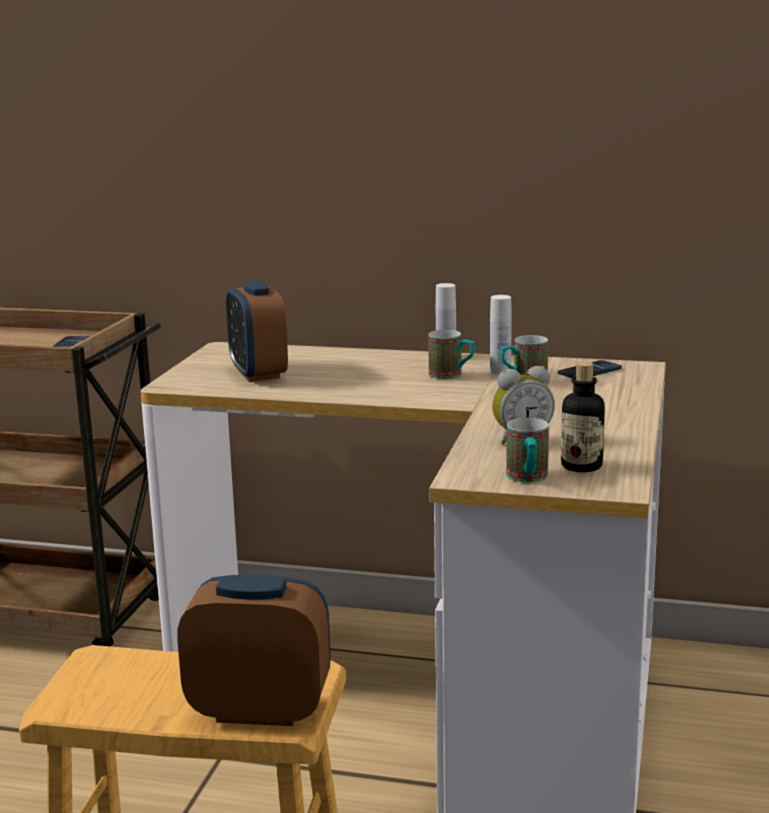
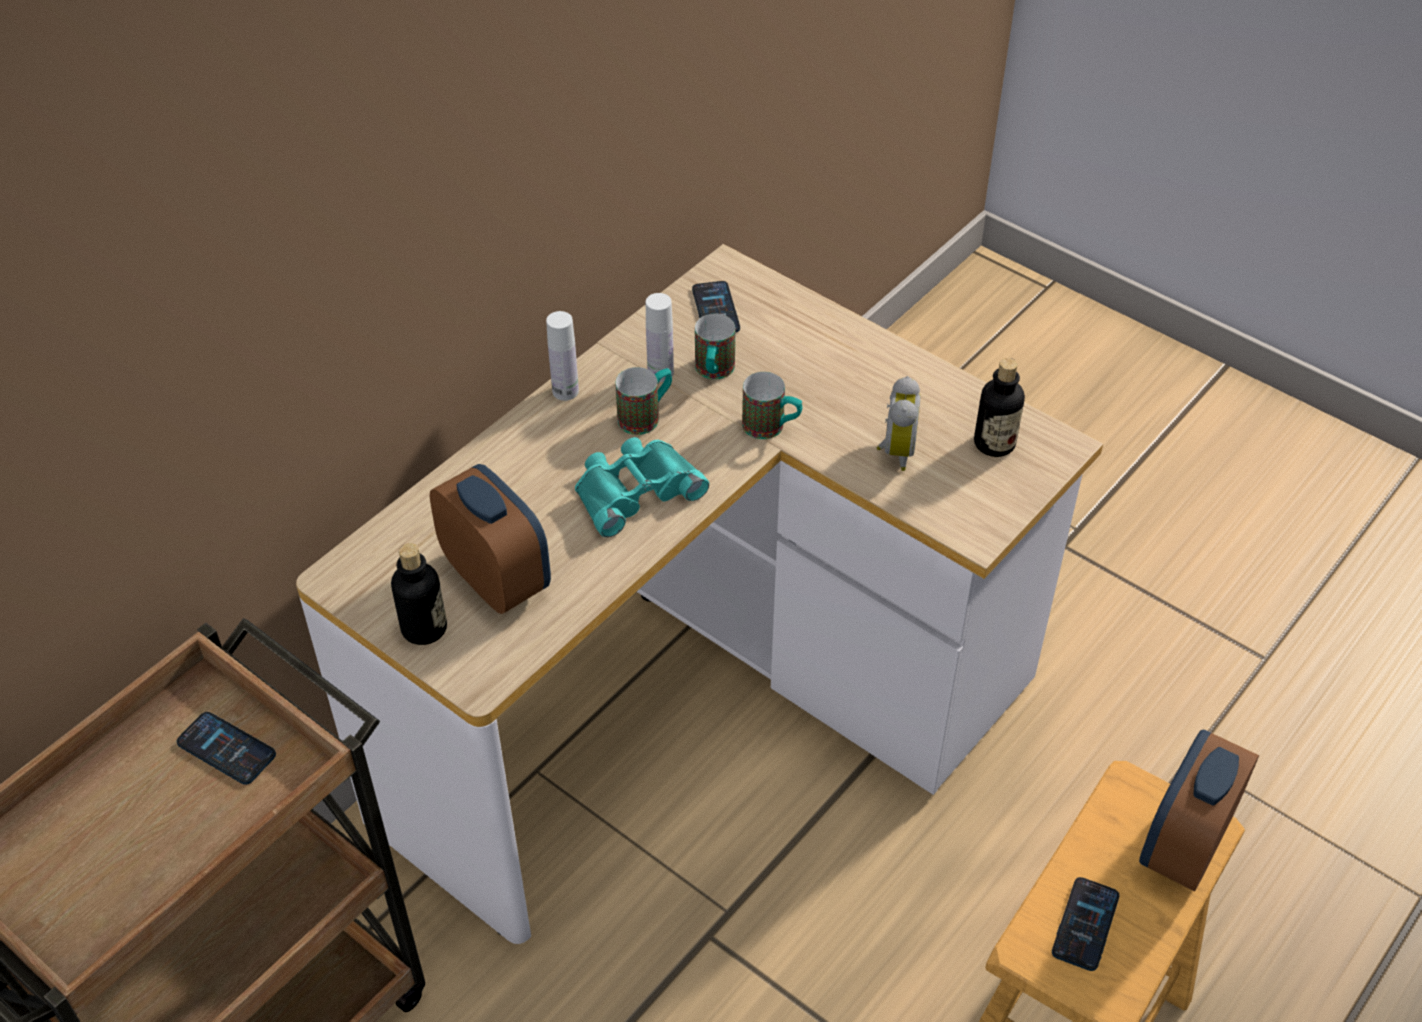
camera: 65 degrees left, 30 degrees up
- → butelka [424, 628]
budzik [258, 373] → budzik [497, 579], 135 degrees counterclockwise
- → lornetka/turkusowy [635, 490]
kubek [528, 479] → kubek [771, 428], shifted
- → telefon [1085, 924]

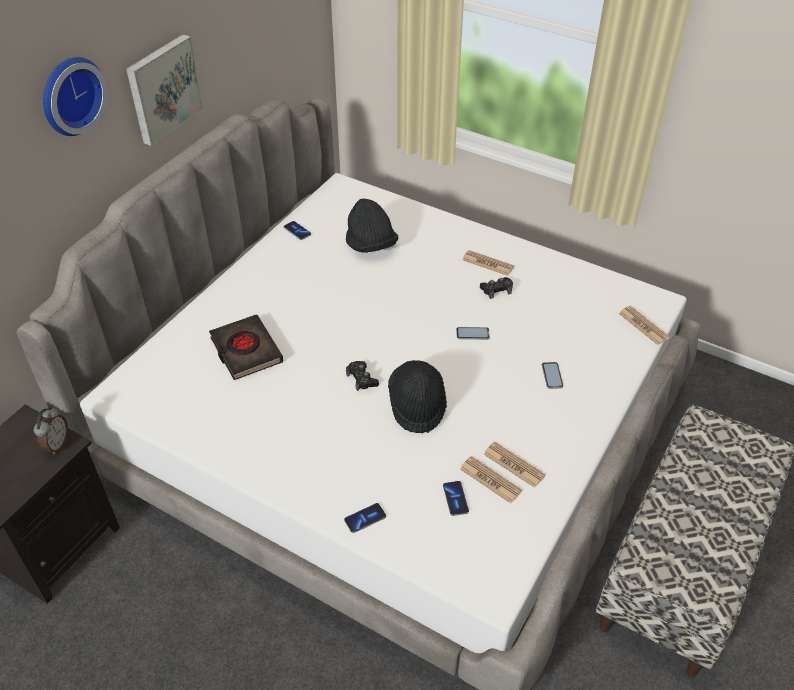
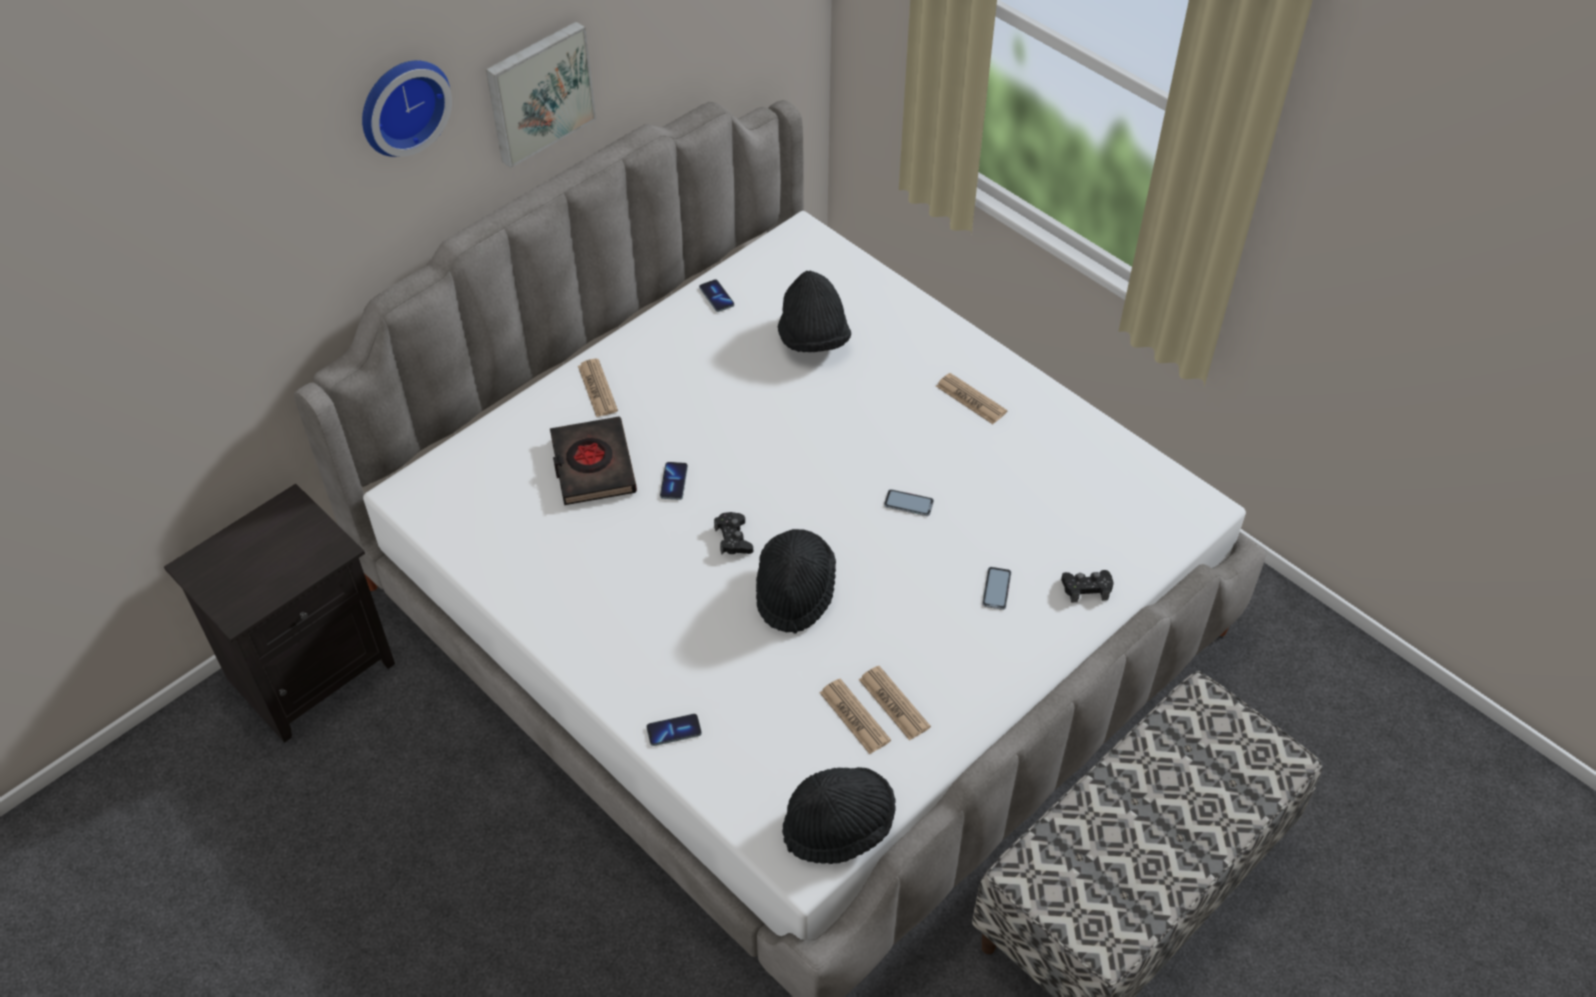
camera: 15 degrees right, 5 degrees up
gazeta [643, 326] → gazeta [597, 388], shifted
telefon [455, 499] → telefon [674, 482], shifted
- → kapelusz/czarny [838, 826]
pad do gier/czarny [496, 290] → pad do gier/czarny [1086, 588], shifted
budzik [56, 444] → -

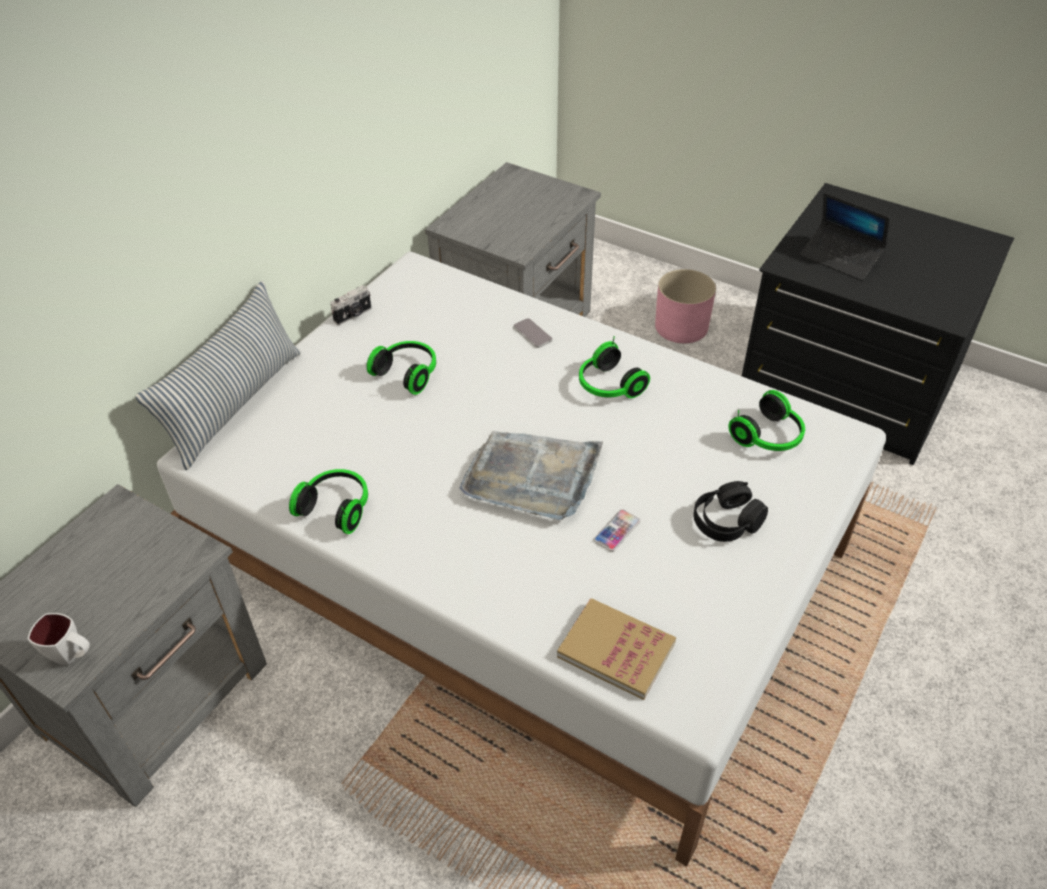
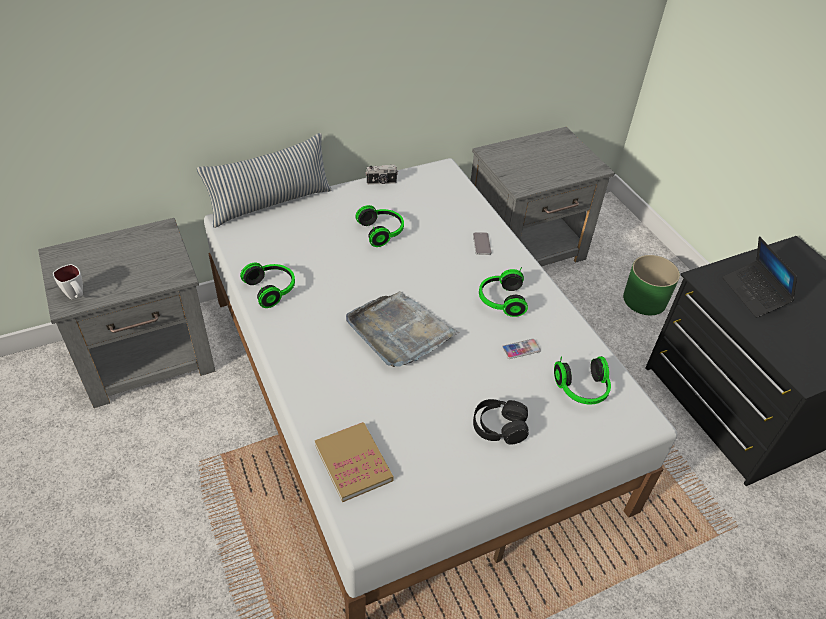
camera: 30 degrees right, 0 degrees up
telefon [617, 531] → telefon [521, 349], shifted
donica/różowy [681, 326] → donica/zielony [644, 299]

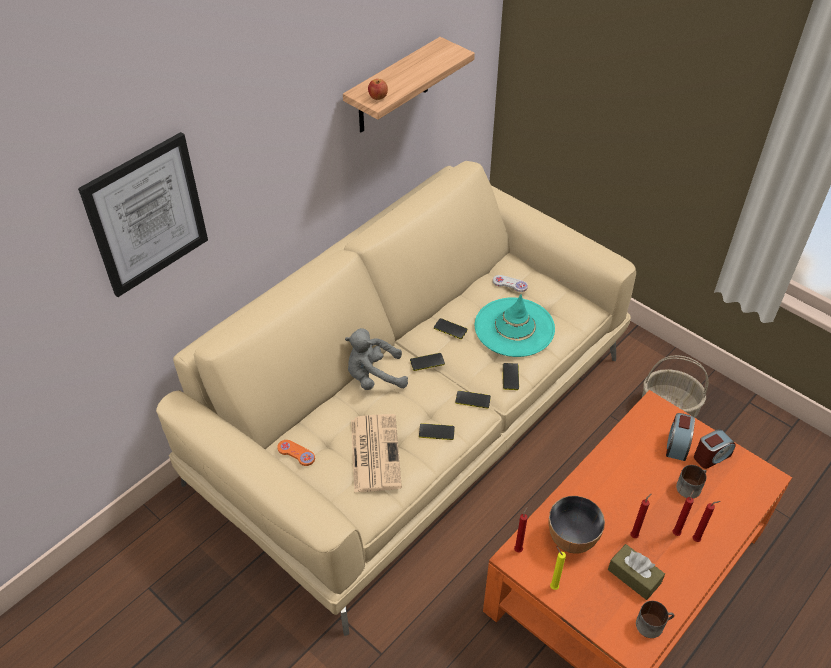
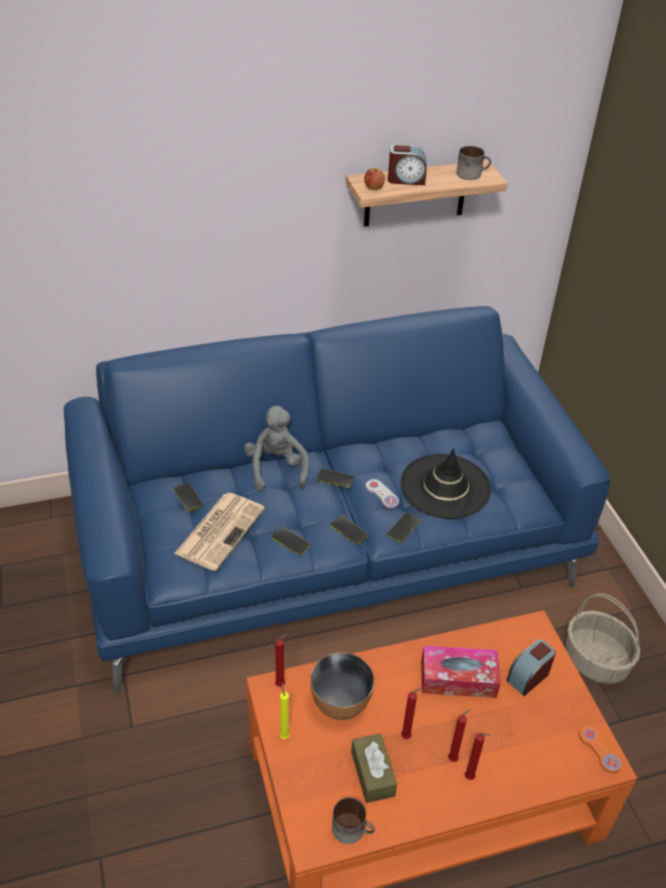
camera: 30 degrees right, 5 degrees down
kanapa/beżowy [415, 417] → kanapa/niebieski [328, 542]
telefon [450, 329] → telefon [188, 497], shifted
pluszak/szary [373, 377] → pluszak/szary [276, 468], 60 degrees clockwise
pad do gier/biały [510, 284] → pad do gier/biały [382, 494], shifted
budzik [711, 456] → budzik [406, 180], shifted
kapelusz/turkusowy [514, 327] → kapelusz/czarny [445, 486]
- → pudełko chusteczek [458, 678]
kubek [690, 486] → kubek [472, 174], shifted
pad do gier/pomarańczowy [296, 453] → pad do gier/pomarańczowy [599, 750], shifted
obraz [146, 215] → -

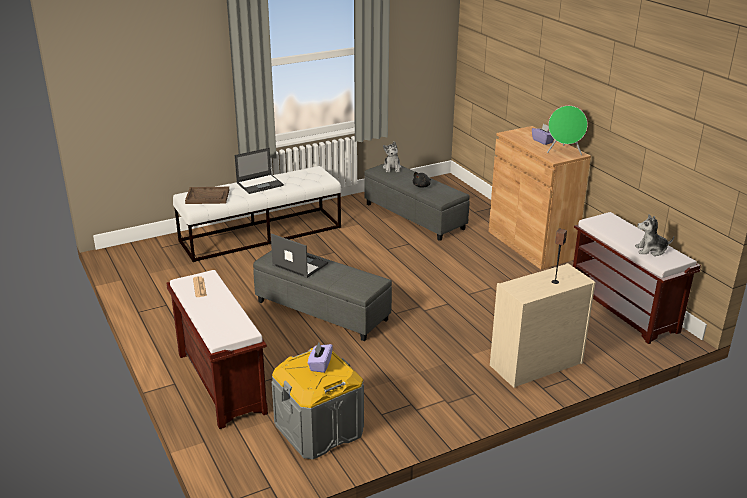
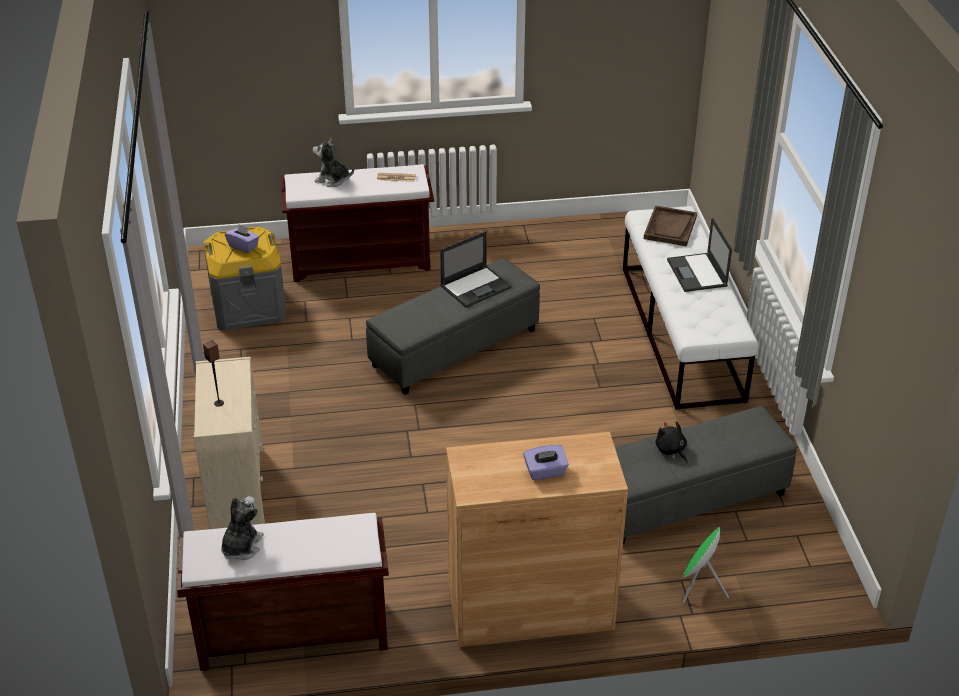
camera: 110 degrees right, 10 degrees up
pluszak [392, 168] → pluszak [333, 180], shifted
głośnik/zielony [564, 152] → głośnik/zielony [699, 587], shifted

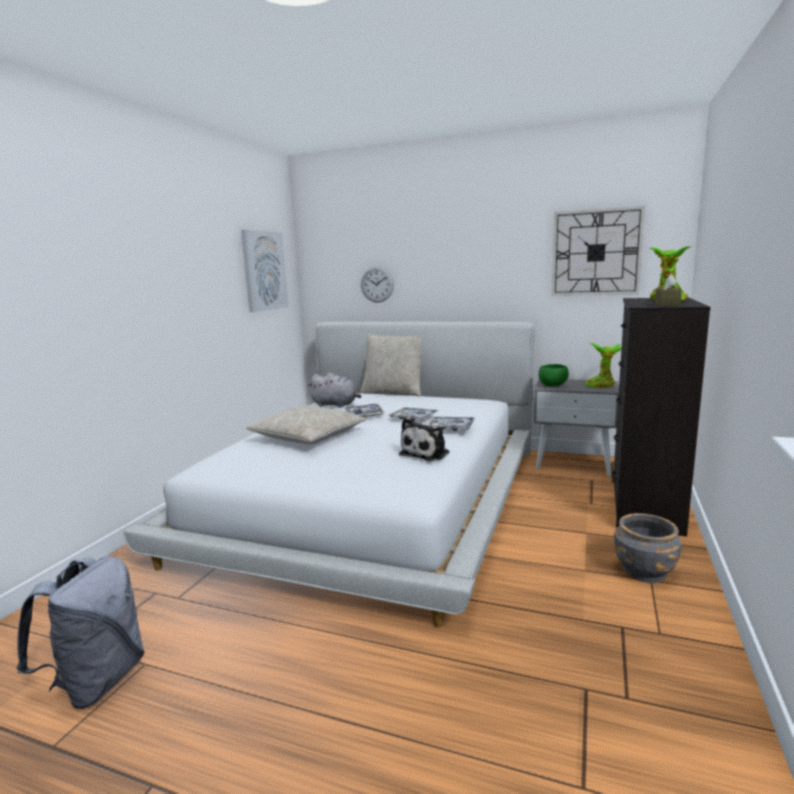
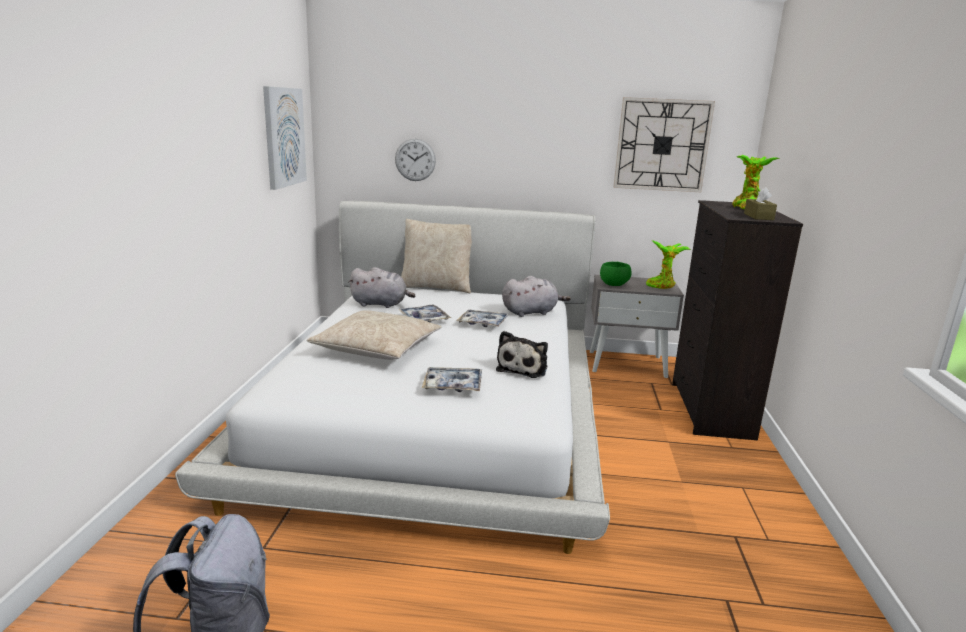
camera: 15 degrees left, 5 degrees up
taca [451, 428] → taca [453, 385], shifted
- → pluszak/szary [531, 312]
donica/szary [644, 571] → -

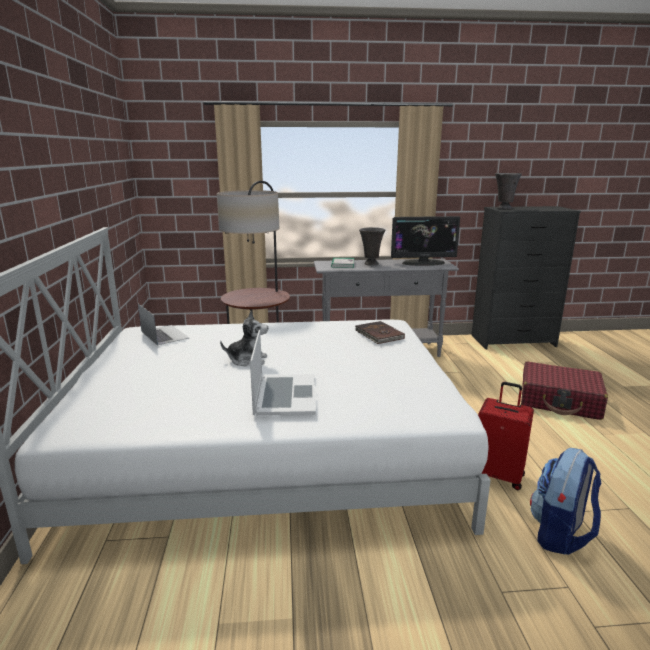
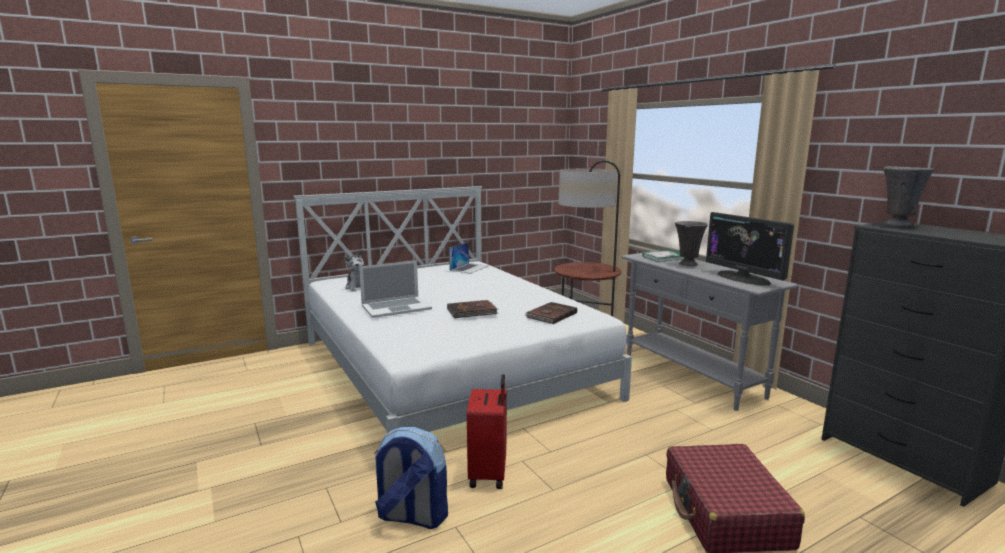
camera: 65 degrees right, 5 degrees down
pluszak [247, 360] → pluszak [358, 287], shifted
- → książka/brązowy [472, 311]

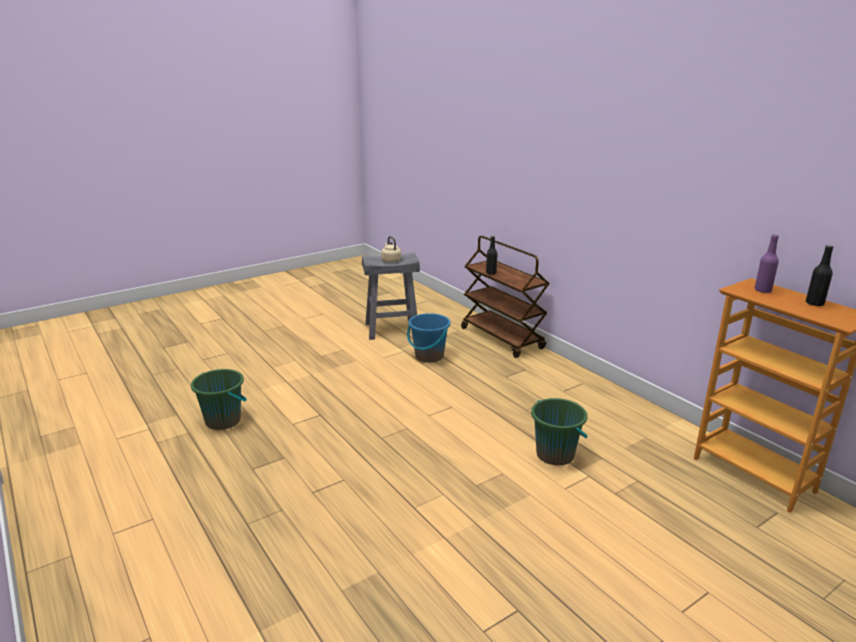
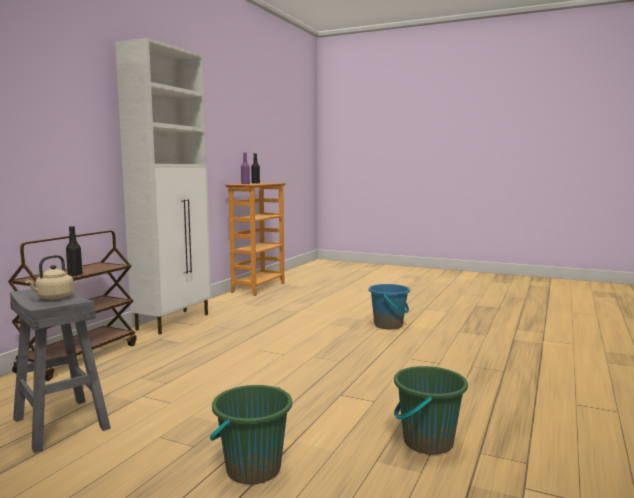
camera: 120 degrees left, 15 degrees down
- → szafka/biały [174, 321]
wiadro/zielony [555, 454] → wiadro/zielony [253, 469], shifted
wiadro/niebieski [429, 356] → wiadro/niebieski [388, 325], shifted

